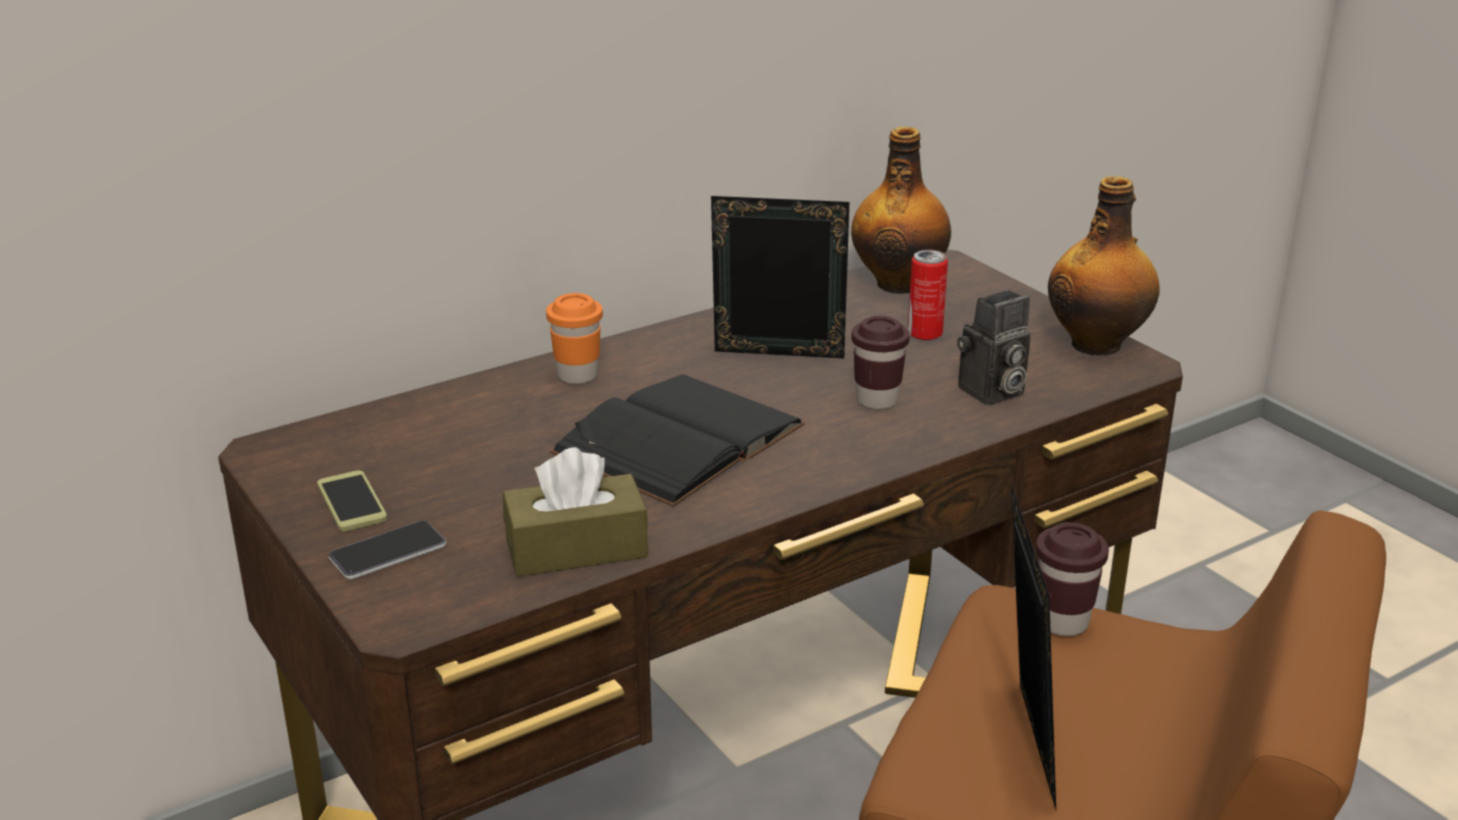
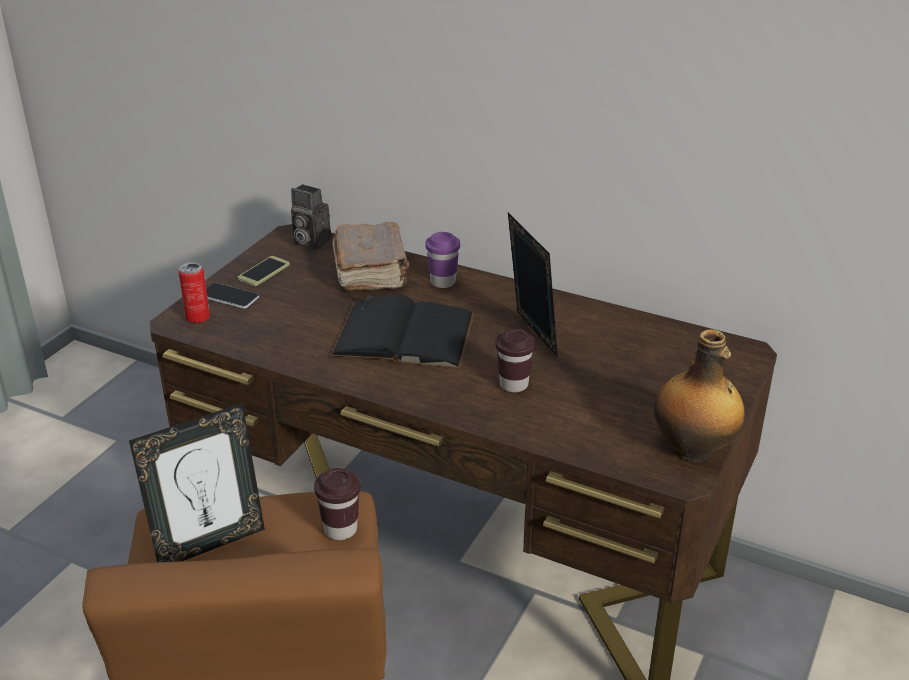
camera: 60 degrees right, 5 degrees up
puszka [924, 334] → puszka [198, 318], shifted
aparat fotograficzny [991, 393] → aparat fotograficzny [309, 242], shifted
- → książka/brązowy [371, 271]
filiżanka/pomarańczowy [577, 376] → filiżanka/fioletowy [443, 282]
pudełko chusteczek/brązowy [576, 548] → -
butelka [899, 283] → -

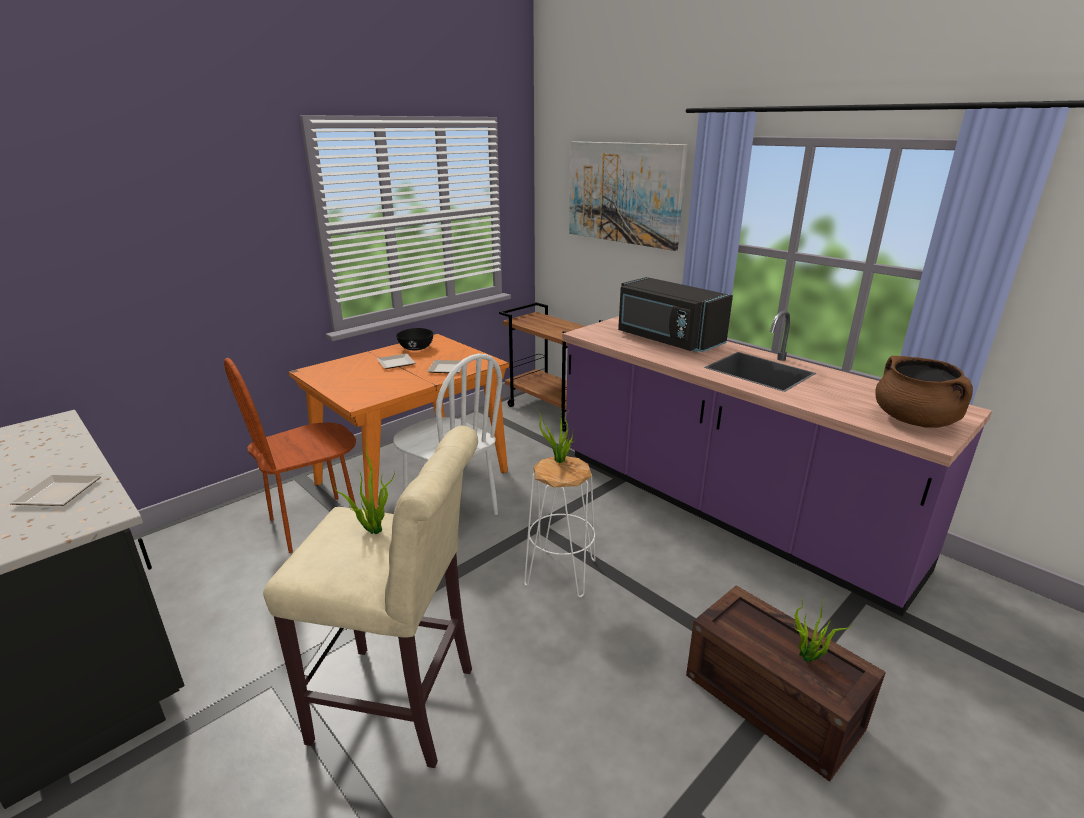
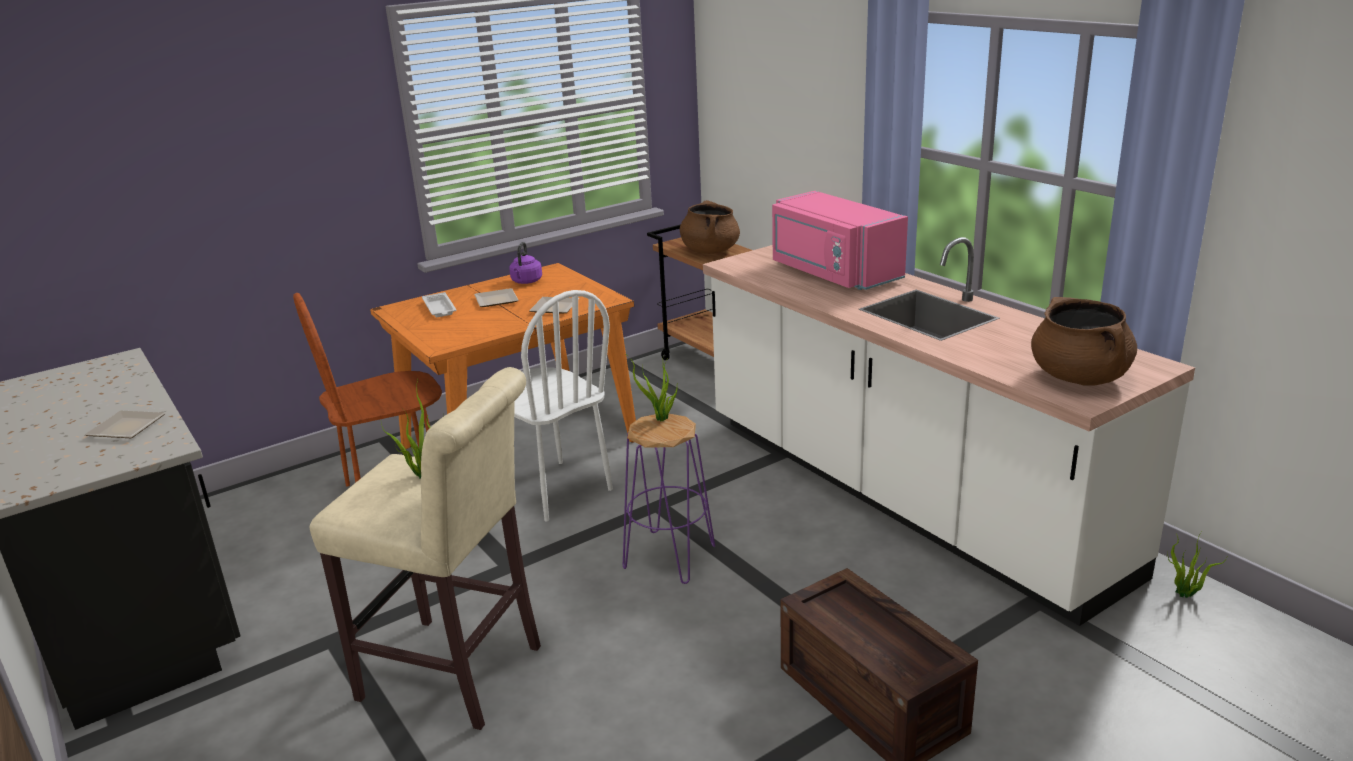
camera: 10 degrees right, 0 degrees up
- → taca/biały [440, 309]
miska/czarny [416, 348] → czajnik/fioletowy [526, 282]
stołek/biały [561, 572] → stołek/fioletowy [670, 557]
- → garnek/brązowy [710, 251]
zabudowa kuchenna/fioletowy [722, 509] → zabudowa kuchenna/biały [901, 494]
mikrofalówka/czarny [667, 340] → mikrofalówka/różowy [832, 273]
roślina doniczkowa [808, 658] → roślina doniczkowa [1185, 595], shifted
obraz [624, 193] → -

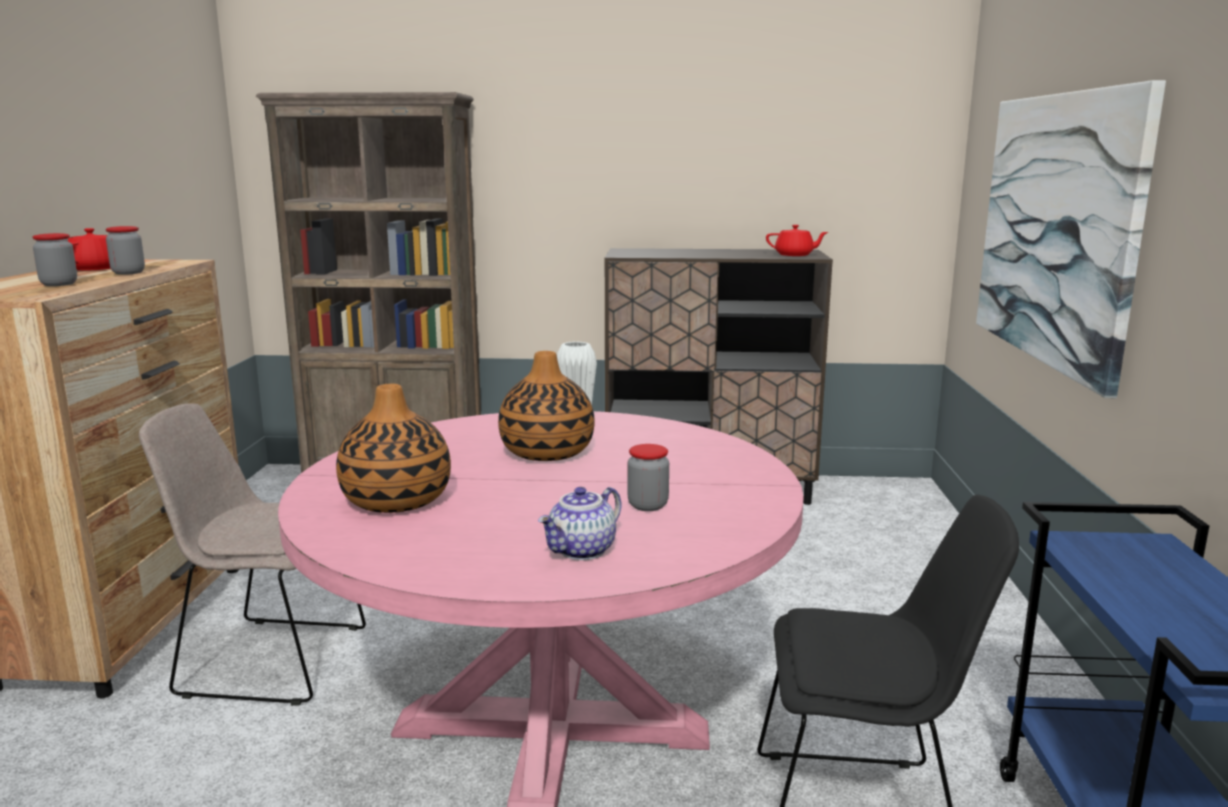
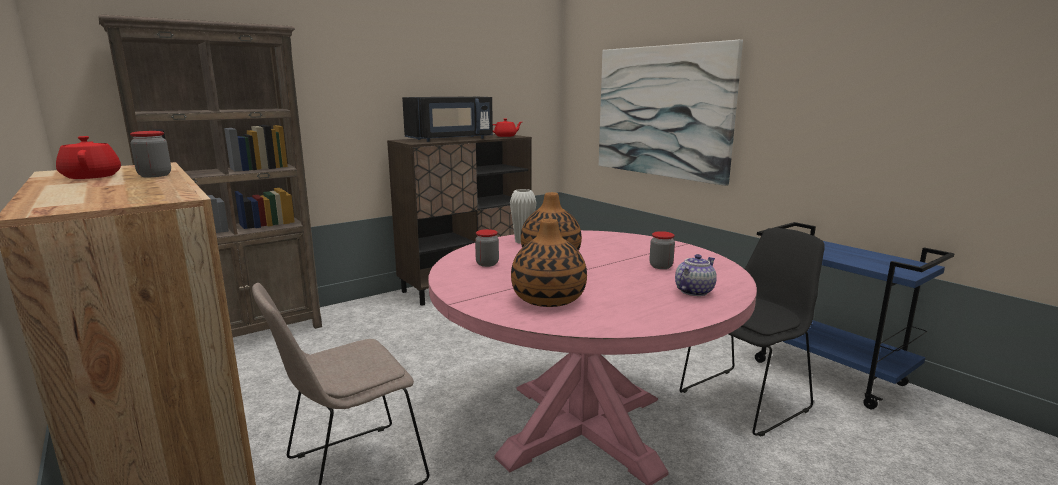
camera: 40 degrees left, 0 degrees up
- → mikrofalówka/czarny [451, 139]
słoik [59, 284] → słoik [487, 264], shifted
imbryk [582, 551] → imbryk [693, 291], 135 degrees counterclockwise

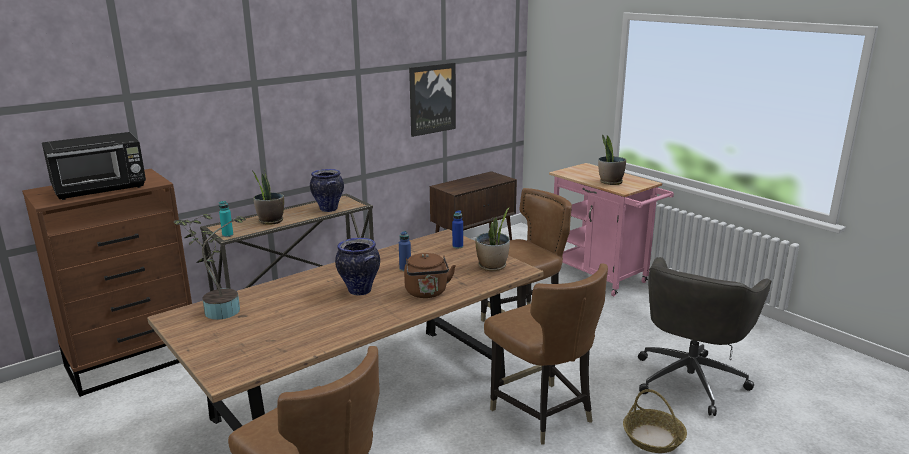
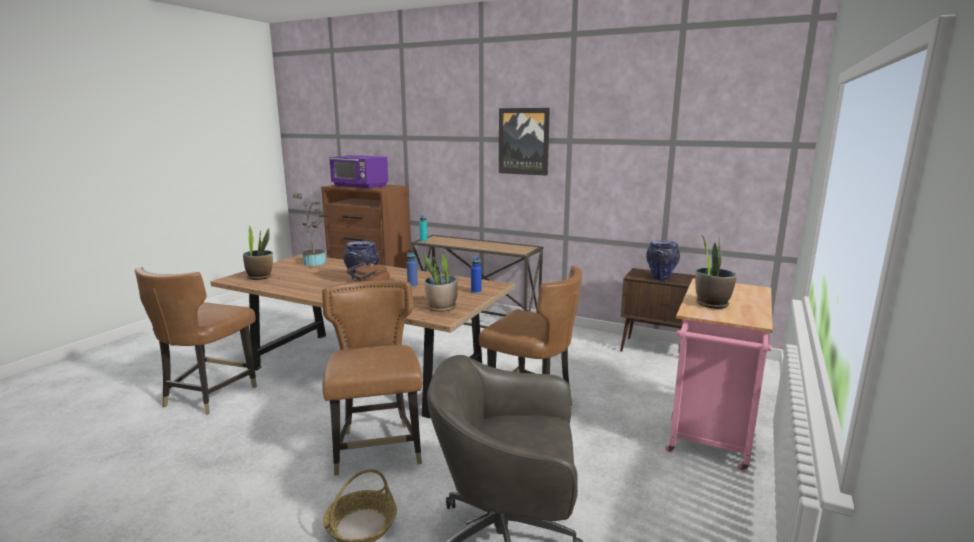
camera: 65 degrees right, 5 degrees down
roślina doniczkowa [271, 221] → roślina doniczkowa [260, 277], shifted
krzesło/brązowy [542, 413] → krzesło/brązowy [378, 449], 135 degrees clockwise
mikrofalówka/czarny [101, 189] → mikrofalówka/fioletowy [360, 186]
obraz [432, 99] → obraz [524, 141], shifted
wazon [328, 209] → wazon [660, 278], shifted

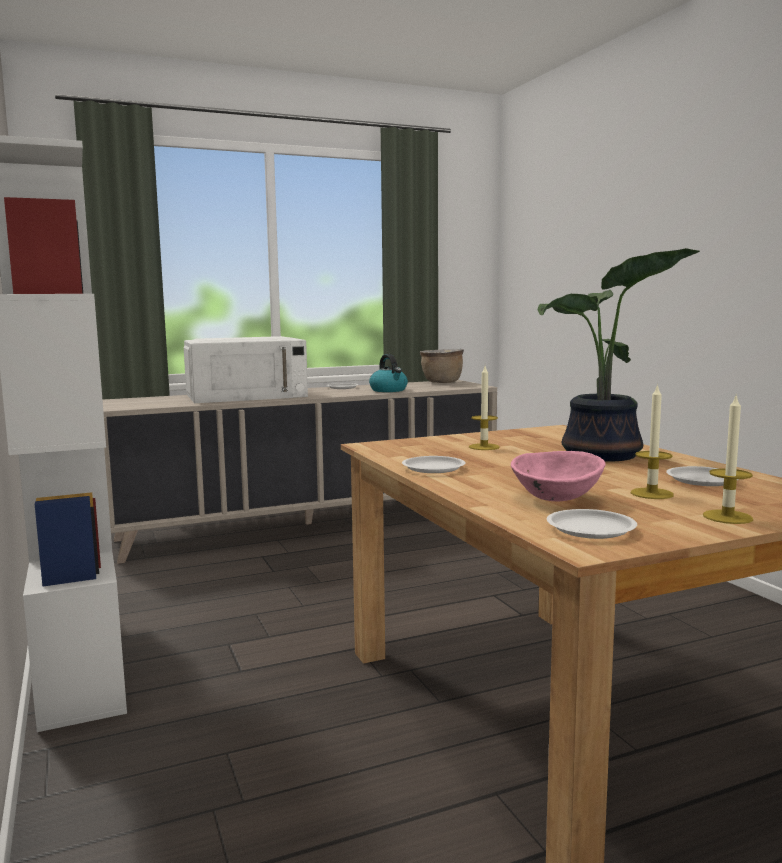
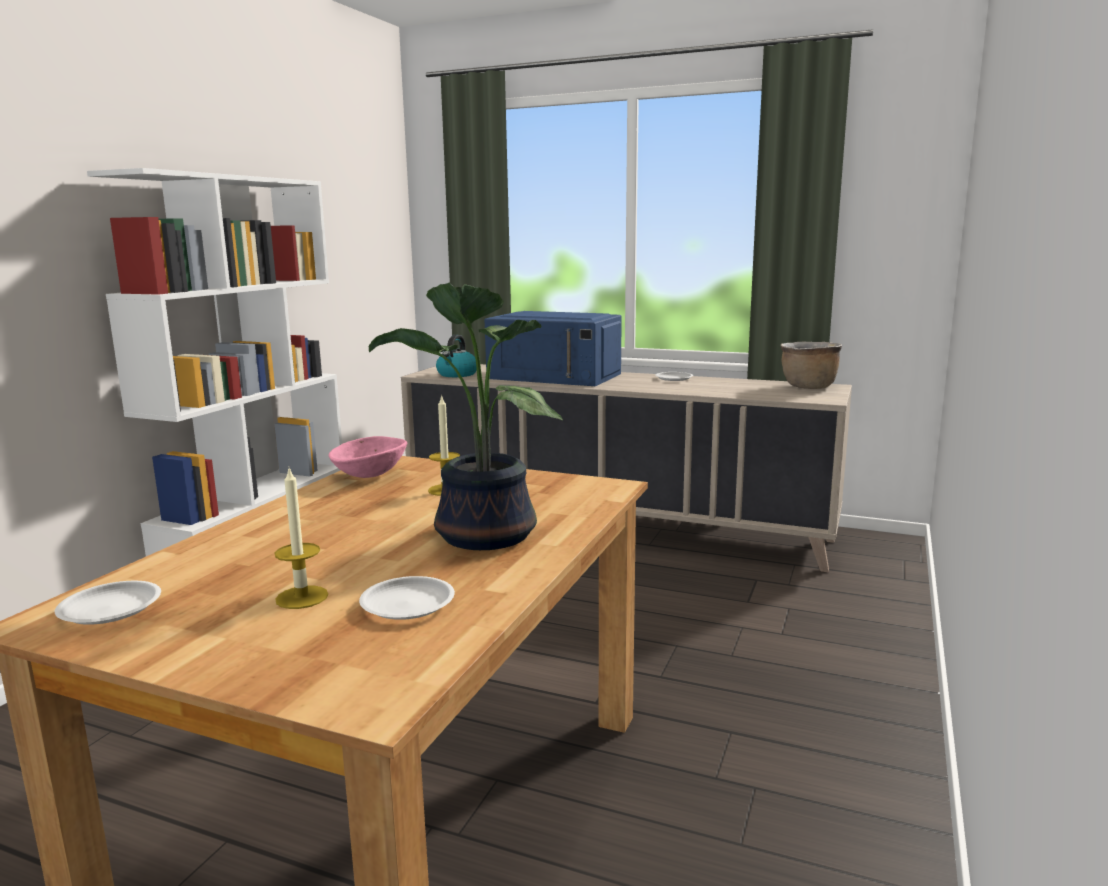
camera: 45 degrees right, 5 degrees up
miska/różowy [556, 499] → miska/różowy [370, 476], shifted
czajnik [389, 390] → czajnik [457, 374], shifted
mikrofalówka/biały [247, 396] → mikrofalówka/niebieski [555, 376]
talerz/biały [433, 468] → -
świeca [727, 517] → -

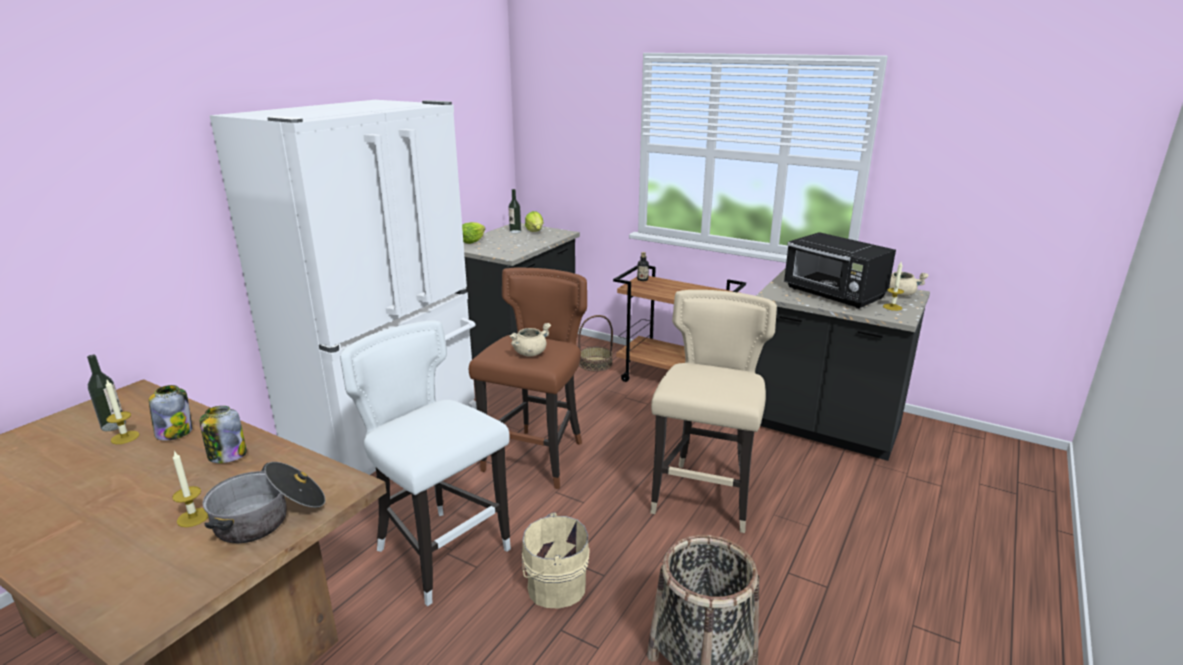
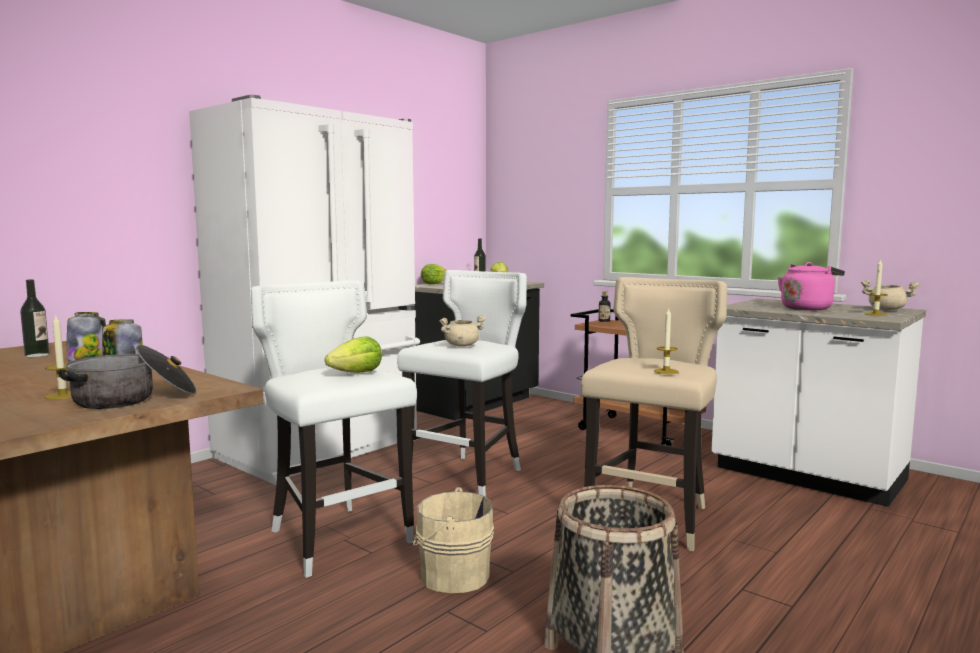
camera: 10 degrees right, 15 degrees down
- → sałata [357, 373]
stołek/brązowy [537, 458] → stołek/biały [468, 477]
świeca [125, 437] → świeca [666, 371], shifted
zabudowa kuchenna/czarny [822, 427] → zabudowa kuchenna/biały [807, 476]
mikrofalówka/czarny [834, 295] → czajnik/różowy [807, 308]
koszyk [595, 364] → -

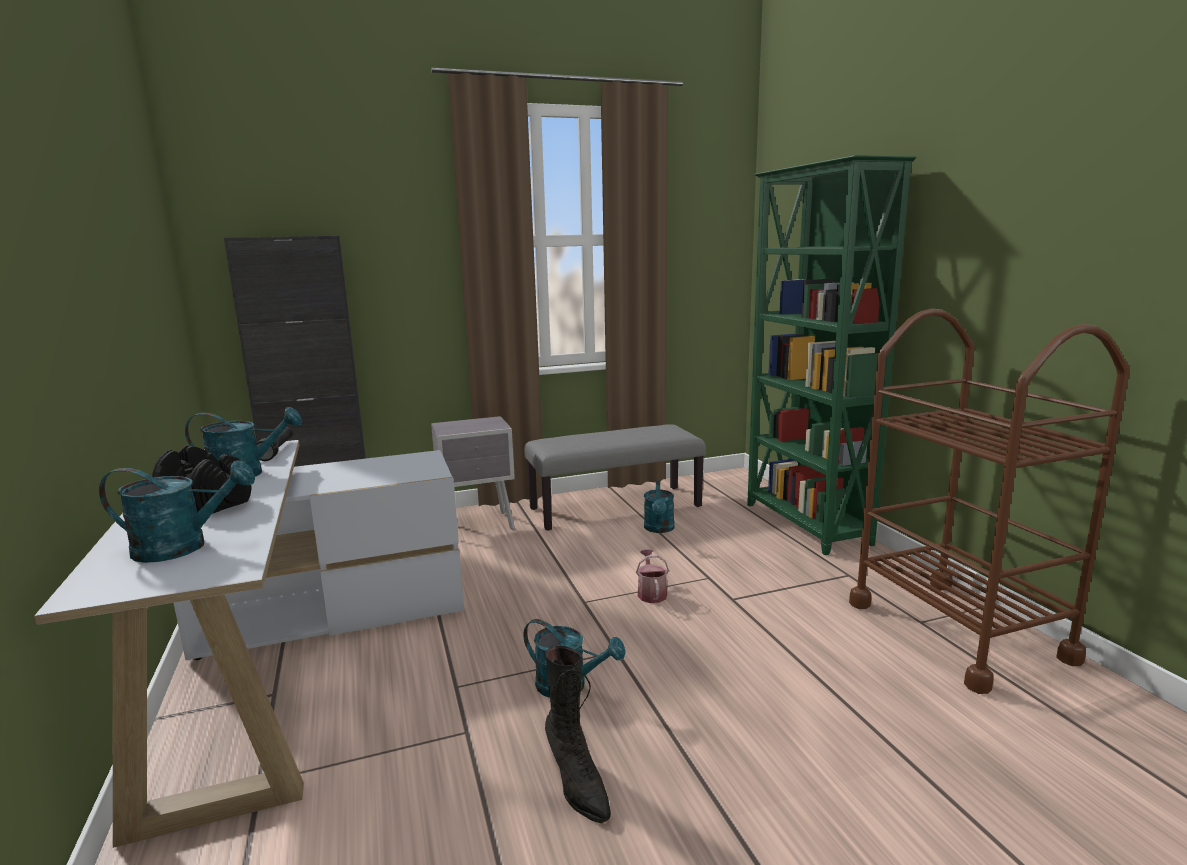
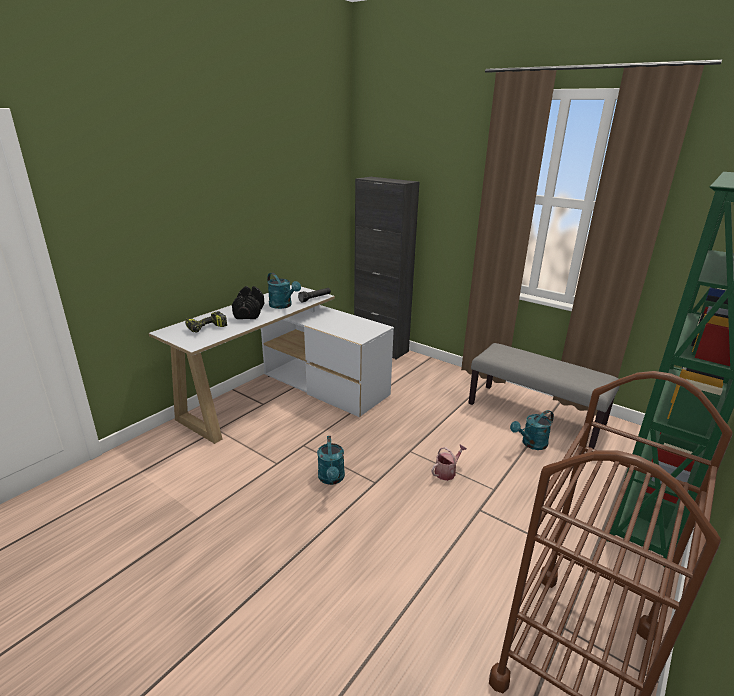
camera: 55 degrees right, 10 degrees up
konewka/turkusowy [183, 547] → wiertarka [207, 328]
szafka nocna/szary [479, 526] → -
but z cholewką/czarny [577, 784] → -

